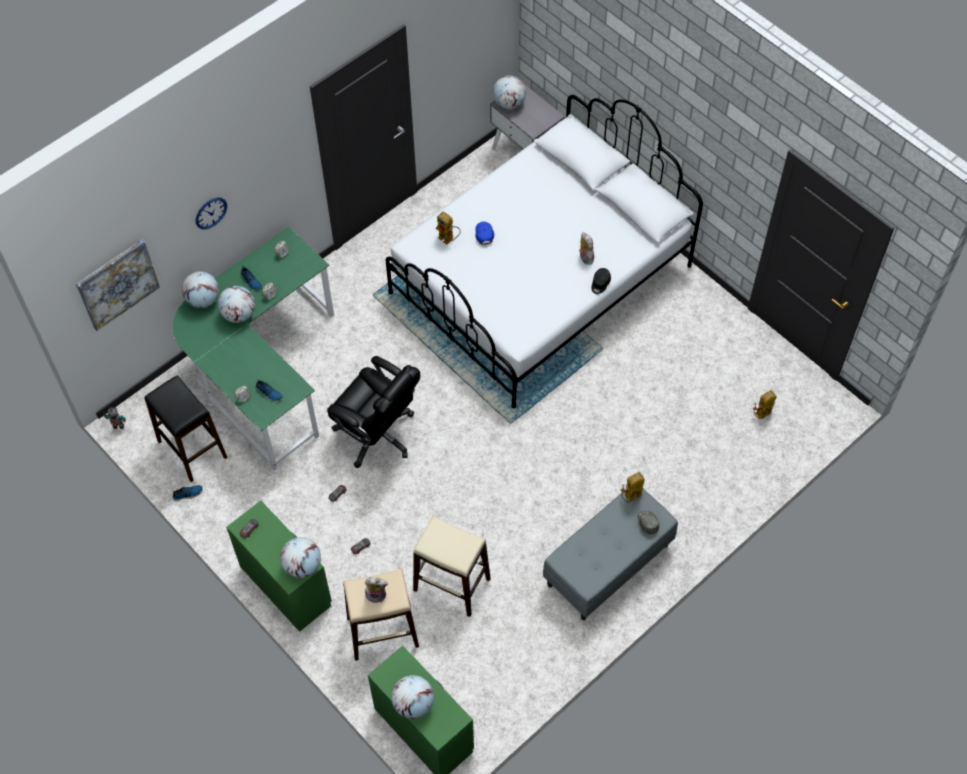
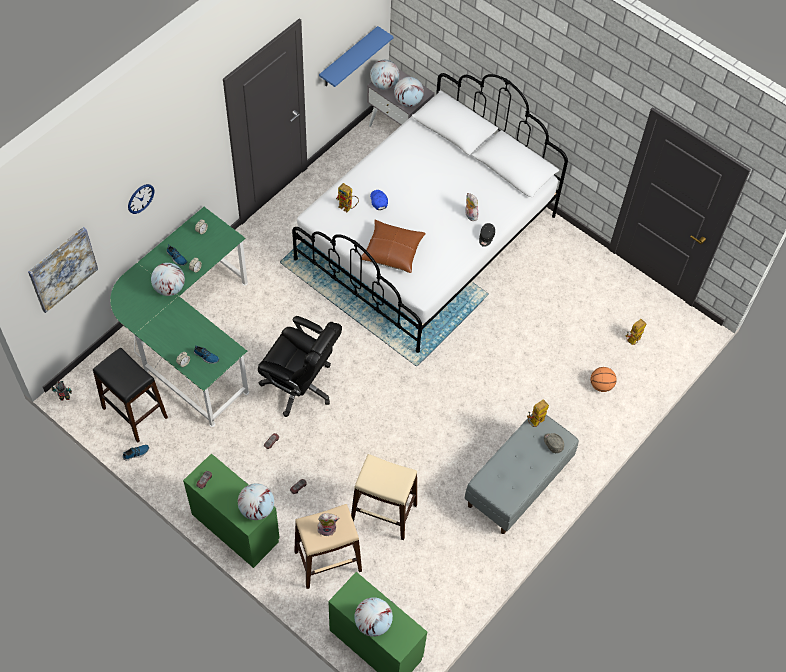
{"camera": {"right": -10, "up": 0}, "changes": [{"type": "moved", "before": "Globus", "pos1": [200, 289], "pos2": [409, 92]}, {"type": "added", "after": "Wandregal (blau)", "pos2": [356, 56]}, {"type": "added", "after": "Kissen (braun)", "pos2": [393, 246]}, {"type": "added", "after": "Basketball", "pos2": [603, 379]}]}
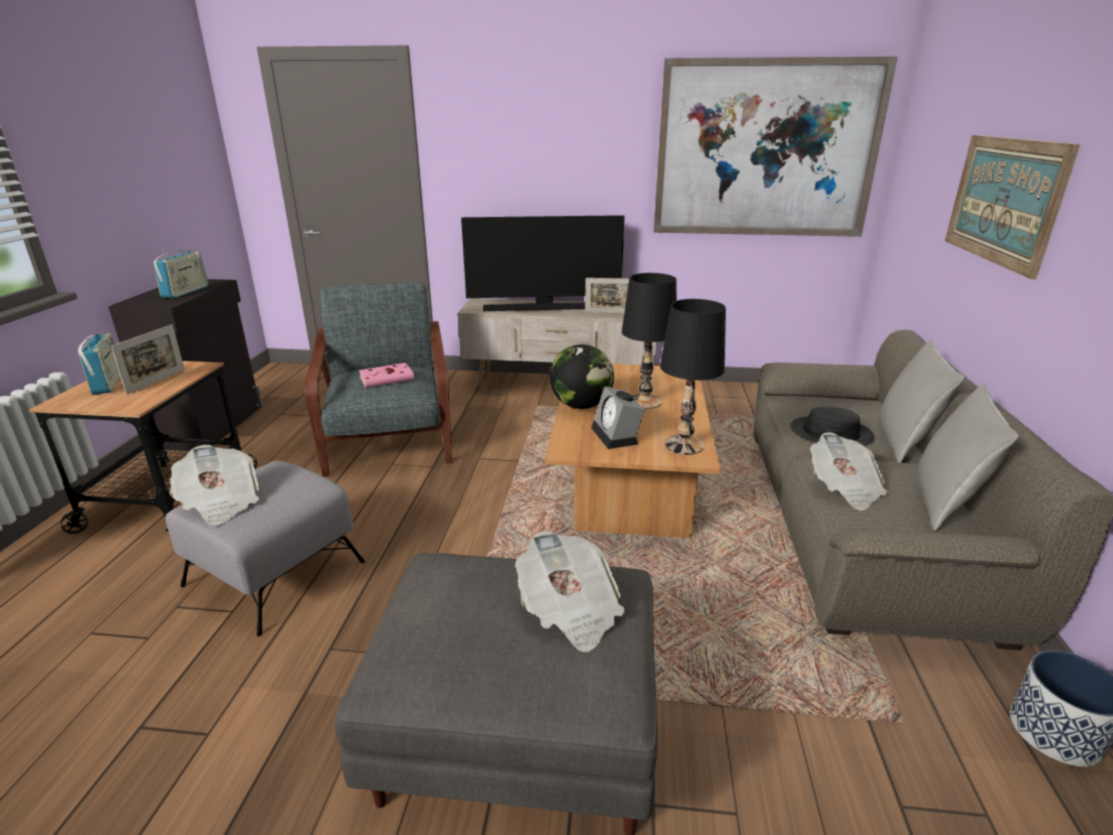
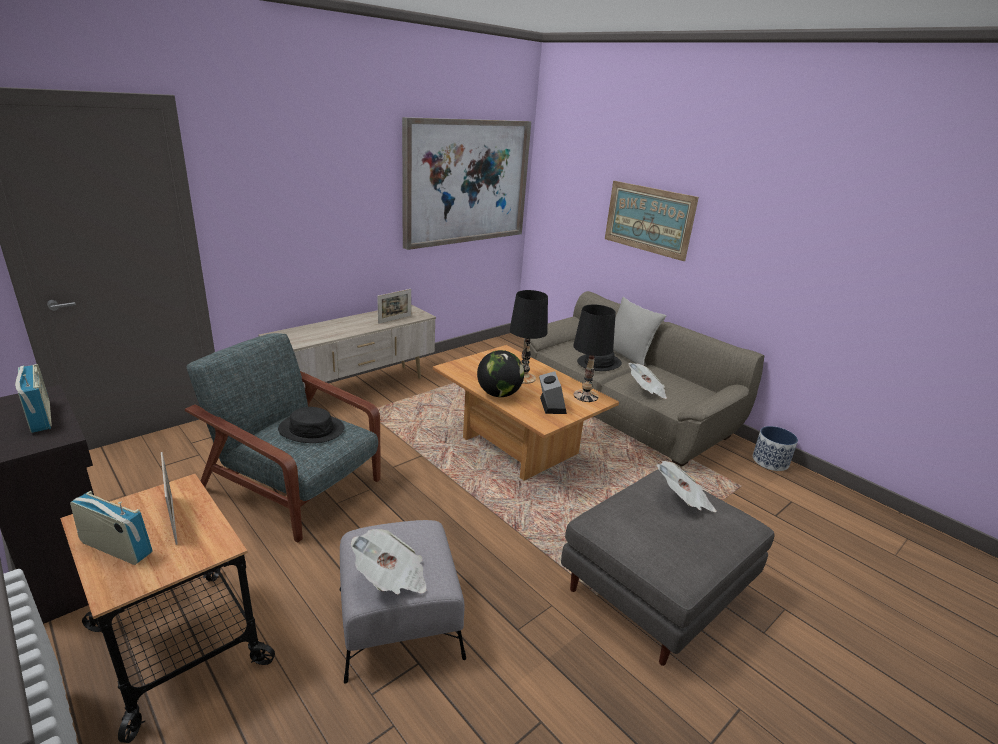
{"camera": {"right": -50, "up": 0}, "changes": [{"type": "replaced", "before": "Buch (rosa)", "after": "Hut (schwarz)", "pos1": [389, 375], "pos2": [311, 425]}, {"type": "removed", "before": "Fernseher", "pos1": [543, 263]}, {"type": "turned", "before": "Wecker", "pos1": [618, 417], "pos2": [553, 392], "turn": -120}, {"type": "removed", "before": "Kissen (grau)", "pos1": [968, 457]}]}
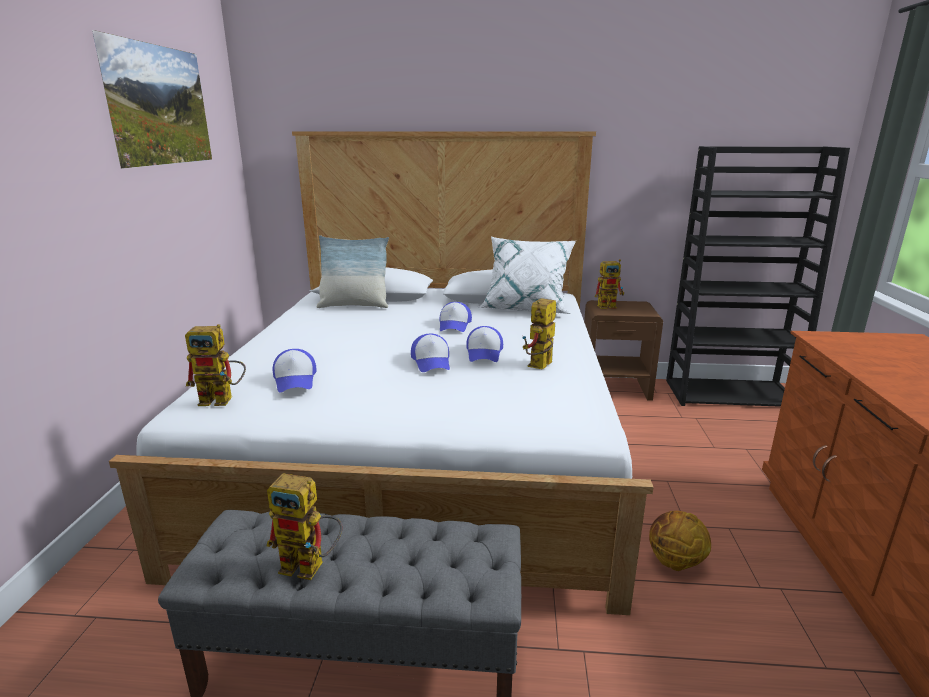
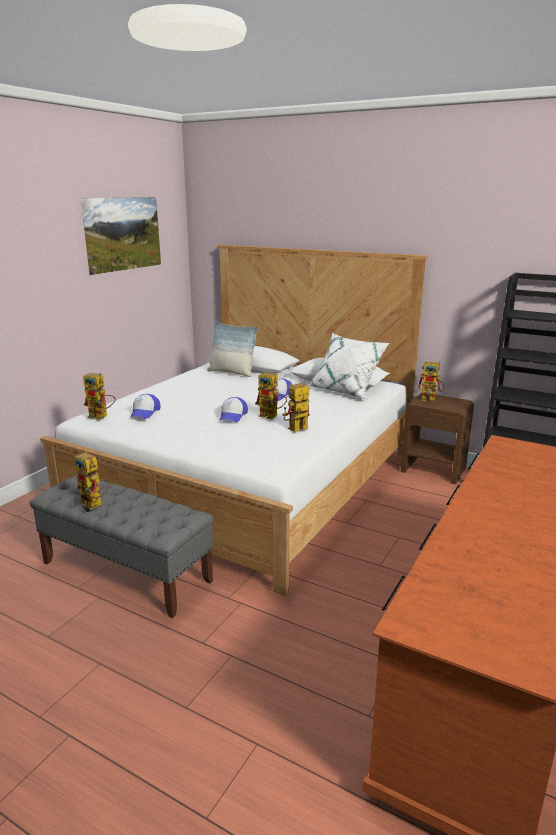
{"camera": {"right": 25, "up": 0}, "changes": [{"type": "replaced", "before": "Kappe", "after": "Spielzeugroboter", "pos1": [484, 344], "pos2": [271, 395]}, {"type": "removed", "before": "Basketball", "pos1": [680, 541]}]}
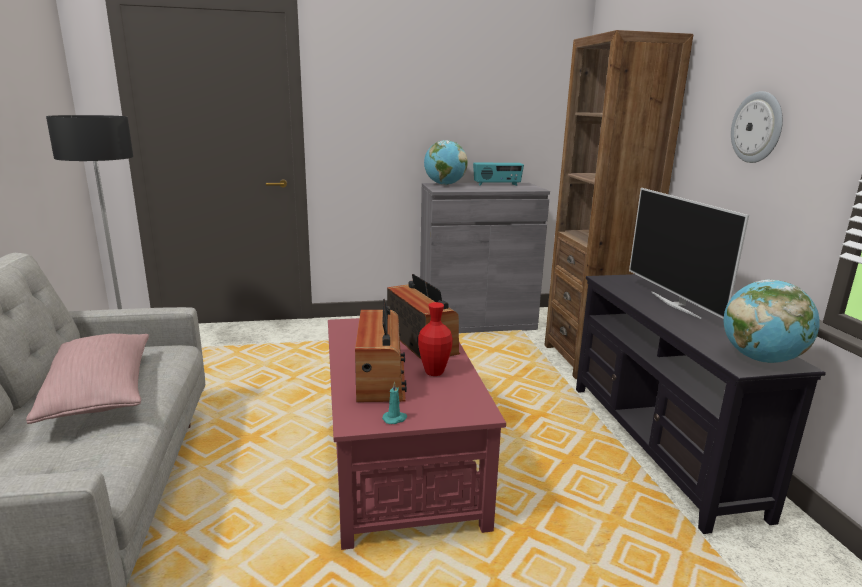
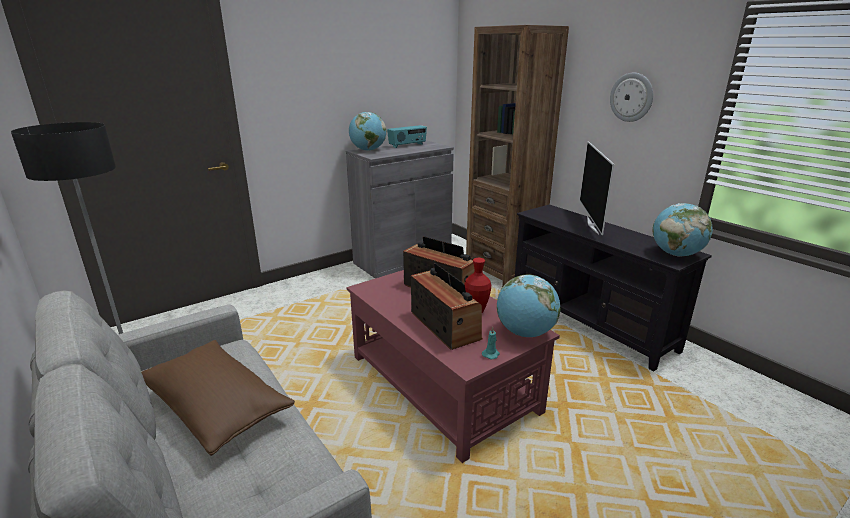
{"camera": {"right": -25, "up": 5}, "changes": [{"type": "recoloured", "before": "Kissen (rosa)", "after": "Kissen (braun)", "pos1": [87, 379], "pos2": [218, 398]}, {"type": "turned", "before": "Fernseher", "pos1": [689, 253], "pos2": [597, 188], "turn": 45}, {"type": "added", "after": "Globus", "pos2": [529, 306]}]}
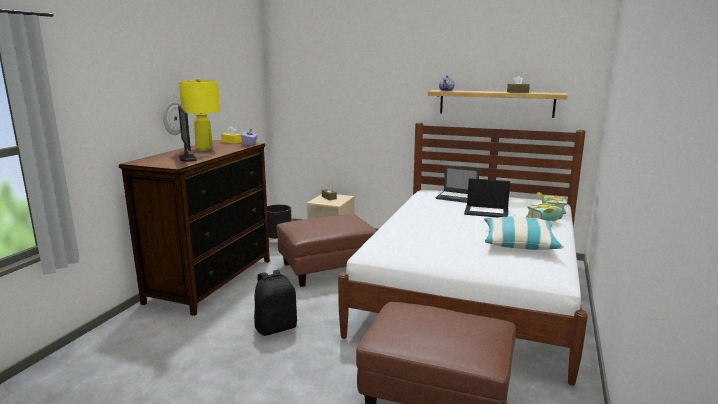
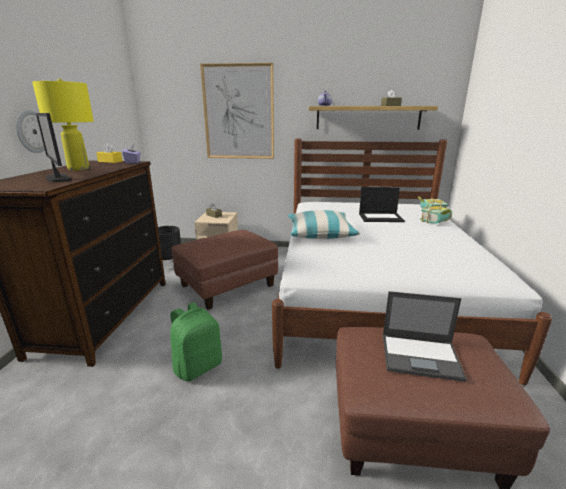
{"camera": {"right": -15, "up": 5}, "changes": [{"type": "recoloured", "before": "Rucksack (schwarz)", "after": "Rucksack (grün)", "pos1": [275, 303], "pos2": [196, 341]}, {"type": "moved", "before": "Laptop", "pos1": [458, 184], "pos2": [425, 336]}, {"type": "moved", "before": "Kissen", "pos1": [524, 233], "pos2": [324, 224]}, {"type": "added", "after": "Bild", "pos2": [237, 111]}]}
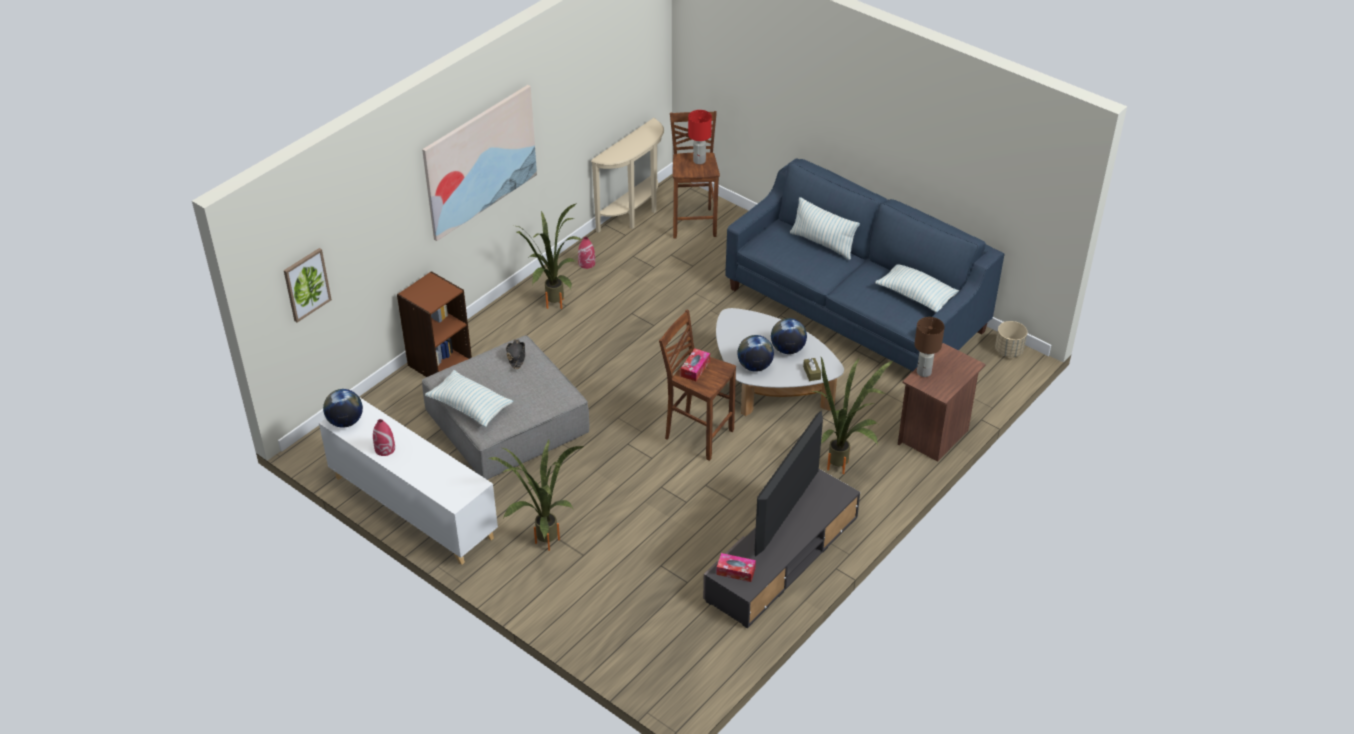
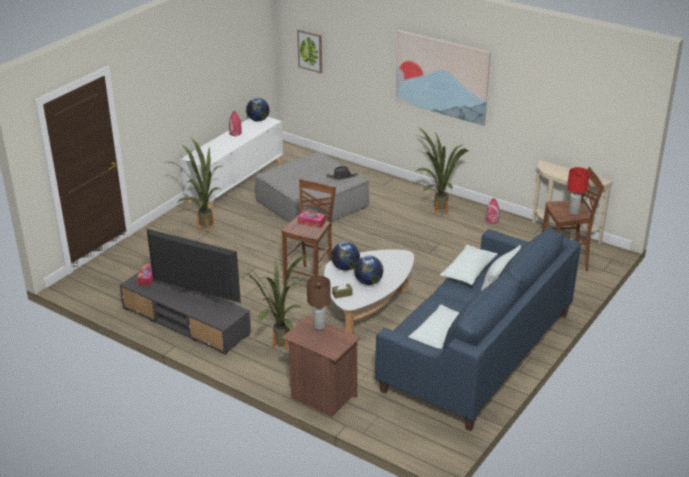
{"camera": {"right": 85, "up": -10}, "changes": [{"type": "removed", "before": "Bücherregal (braun)", "pos1": [434, 324]}, {"type": "moved", "before": "Kissen", "pos1": [469, 399], "pos2": [468, 265]}, {"type": "removed", "before": "Pflanzkübel (beige)", "pos1": [1011, 339]}]}
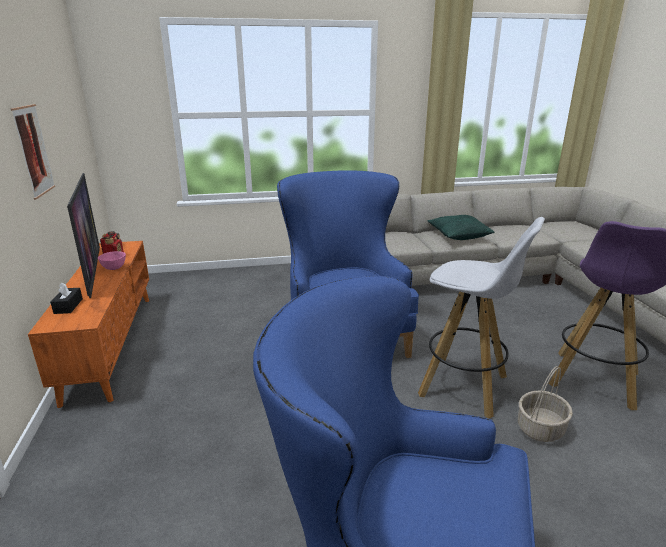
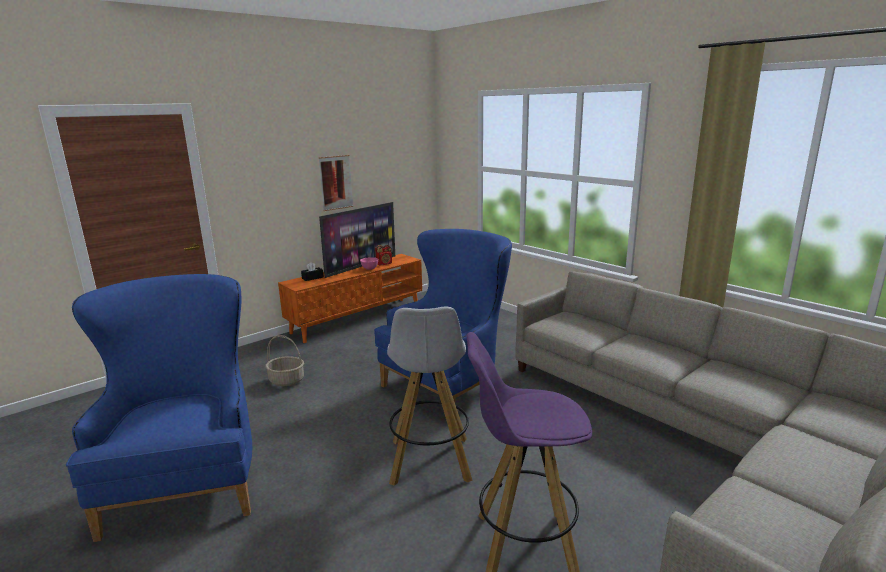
{"camera": {"right": 60, "up": -5}, "changes": [{"type": "removed", "before": "Kissen (grün)", "pos1": [460, 227]}, {"type": "moved", "before": "Korb", "pos1": [545, 404], "pos2": [284, 360]}]}
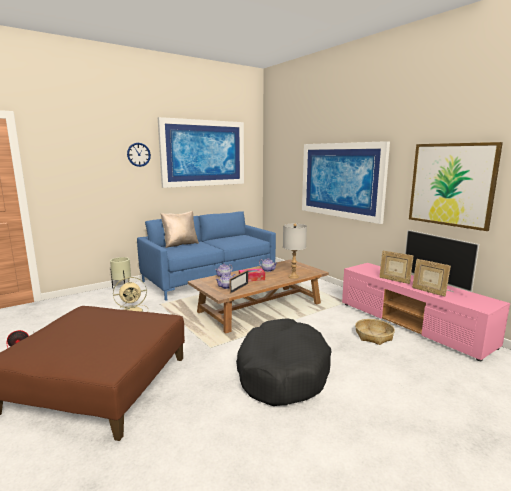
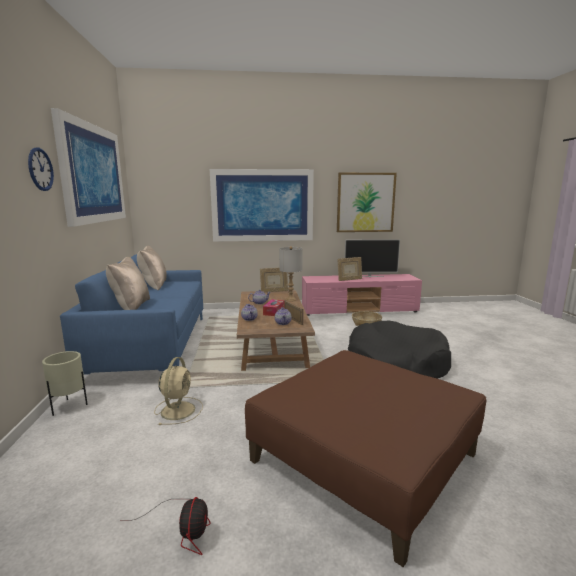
{"camera": {"right": -60, "up": 0}, "changes": [{"type": "moved", "before": "Bilderrahmen", "pos1": [431, 278], "pos2": [274, 280]}, {"type": "added", "after": "Kissen (beige)", "pos2": [152, 268]}]}
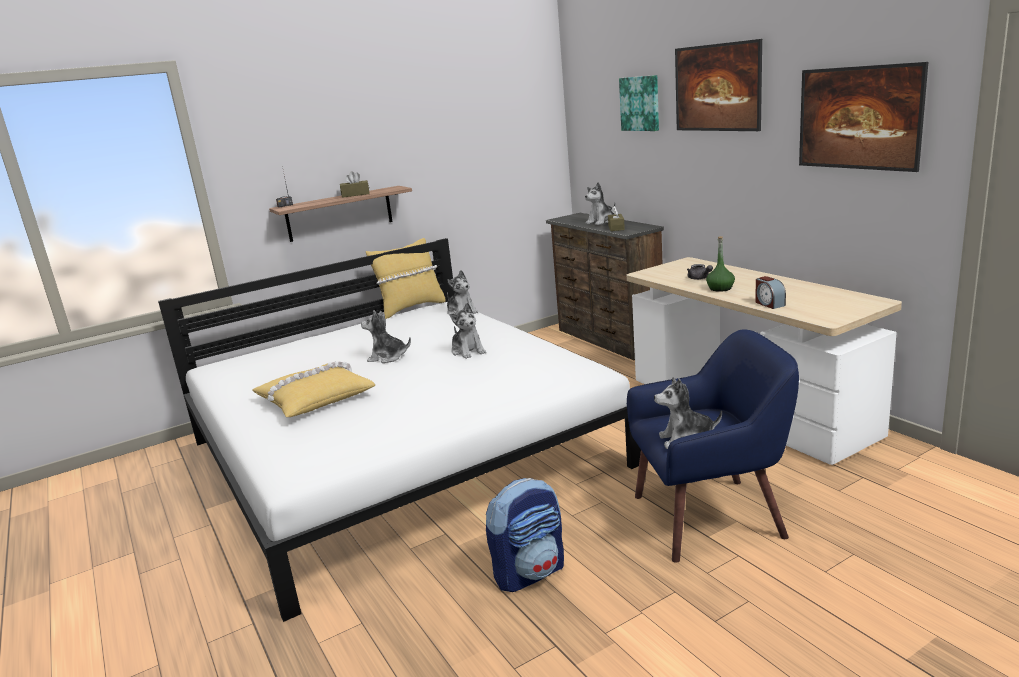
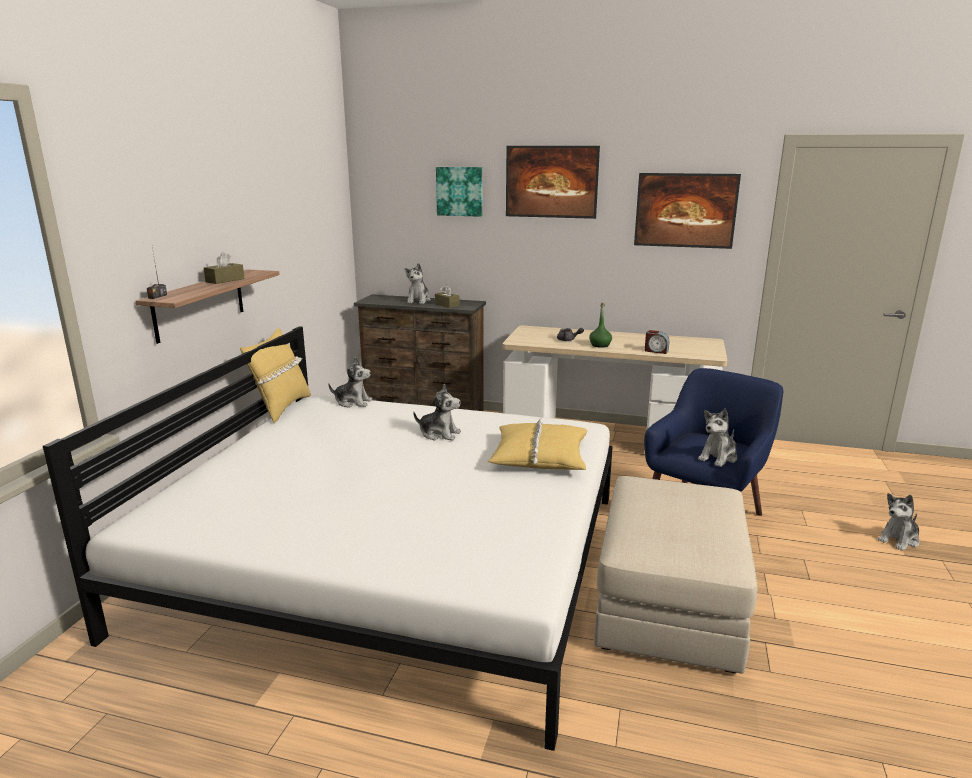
{"camera": {"right": -45, "up": 0}, "changes": [{"type": "moved", "before": "Kissen (gelb)", "pos1": [313, 389], "pos2": [537, 443]}, {"type": "moved", "before": "Plüschtier", "pos1": [386, 336], "pos2": [899, 522]}, {"type": "replaced", "before": "Rucksack", "after": "Polsterhocker (beige)", "pos1": [525, 535], "pos2": [675, 575]}]}
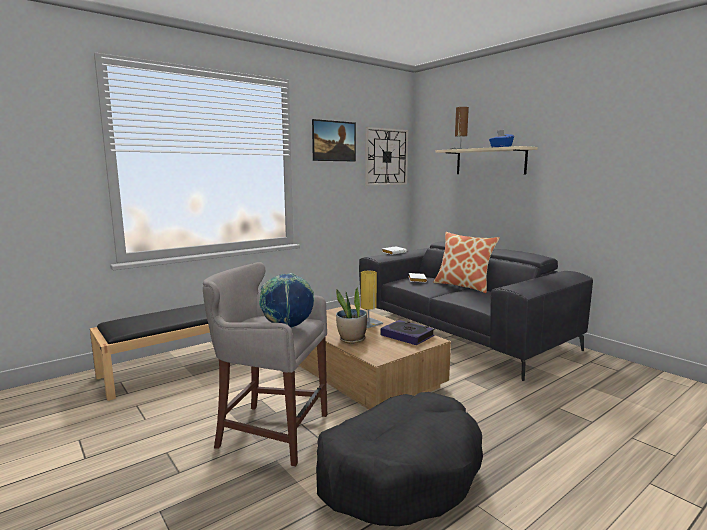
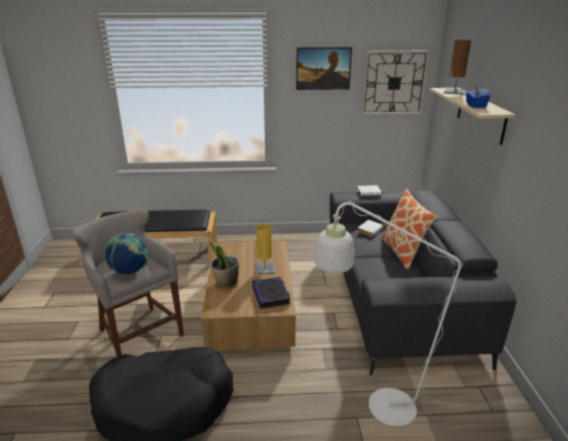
{"camera": {"right": 35, "up": 15}, "changes": [{"type": "added", "after": "Stehlampe (weiß)", "pos2": [416, 314]}]}
